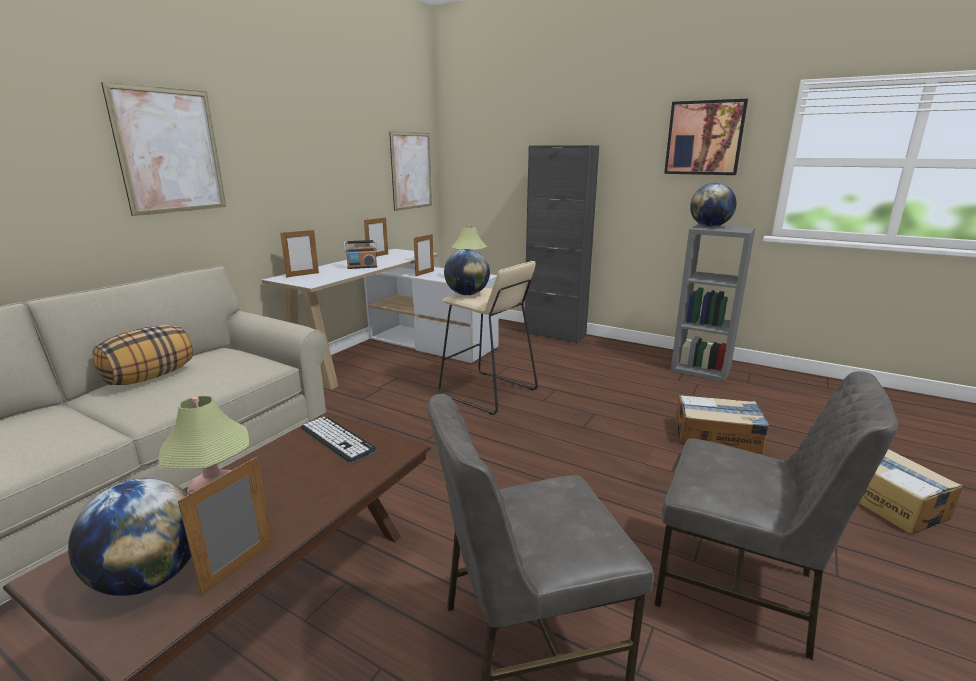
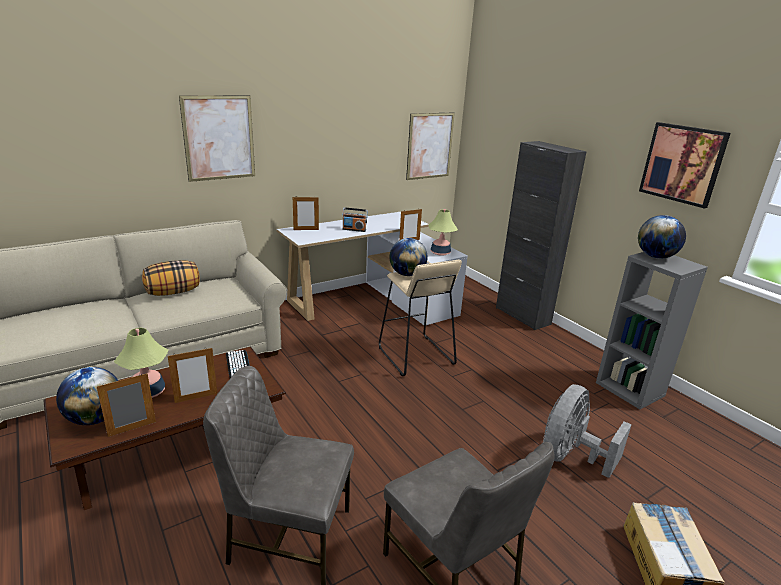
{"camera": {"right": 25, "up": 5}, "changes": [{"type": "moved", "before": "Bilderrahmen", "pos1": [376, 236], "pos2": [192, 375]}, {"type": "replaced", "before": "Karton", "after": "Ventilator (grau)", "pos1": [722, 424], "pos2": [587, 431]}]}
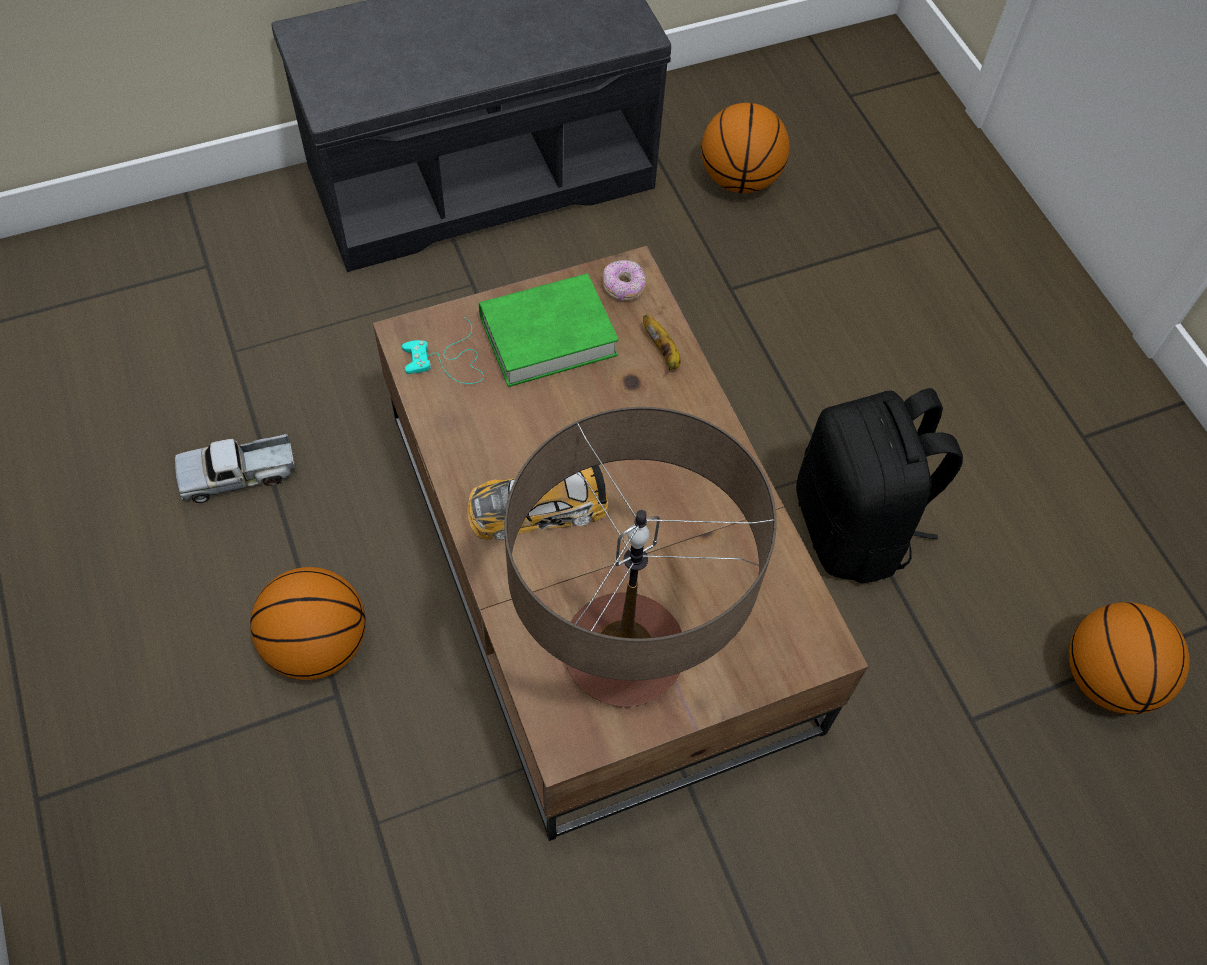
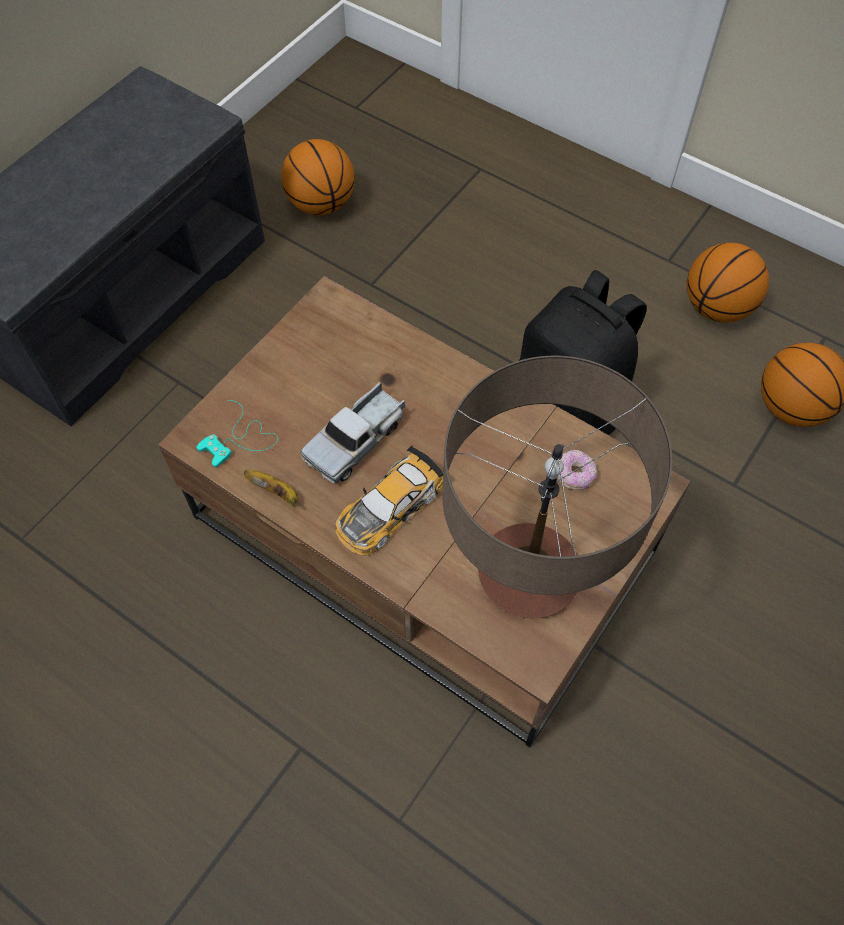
{"camera": {"right": -30, "up": 0}, "changes": [{"type": "moved", "before": "Spielzeuglaster", "pos1": [235, 468], "pos2": [352, 432]}, {"type": "moved", "before": "Basketball", "pos1": [308, 623], "pos2": [728, 283]}, {"type": "removed", "before": "Buch (grün)", "pos1": [549, 330]}, {"type": "moved", "before": "Donut", "pos1": [624, 280], "pos2": [577, 469]}, {"type": "moved", "before": "Banane", "pos1": [662, 342], "pos2": [271, 488]}]}
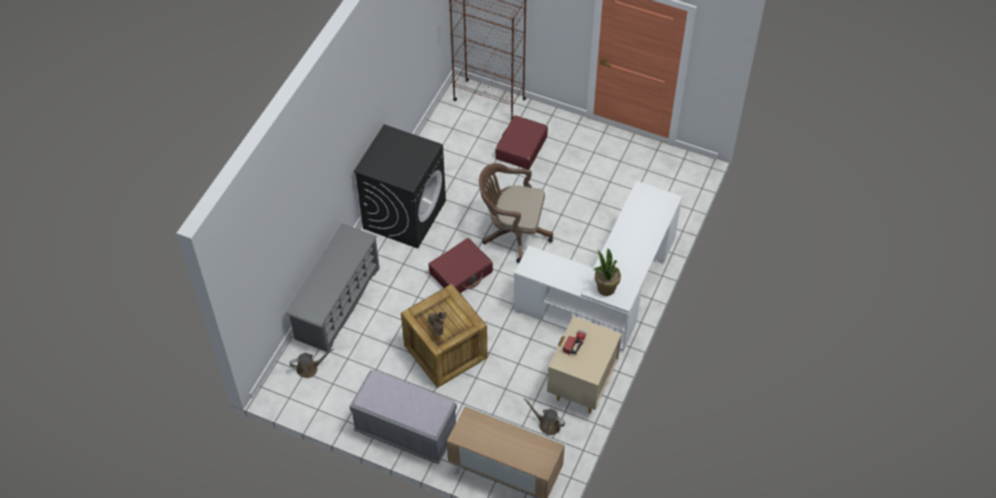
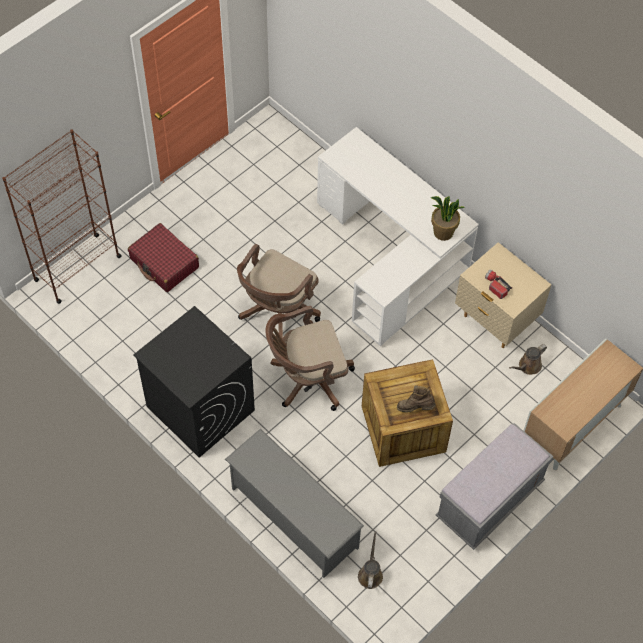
{"camera": {"right": -70, "up": 5}, "changes": [{"type": "replaced", "before": "Koffer (rot)", "after": "Bürostuhl (braun)", "pos1": [461, 265], "pos2": [310, 358]}]}
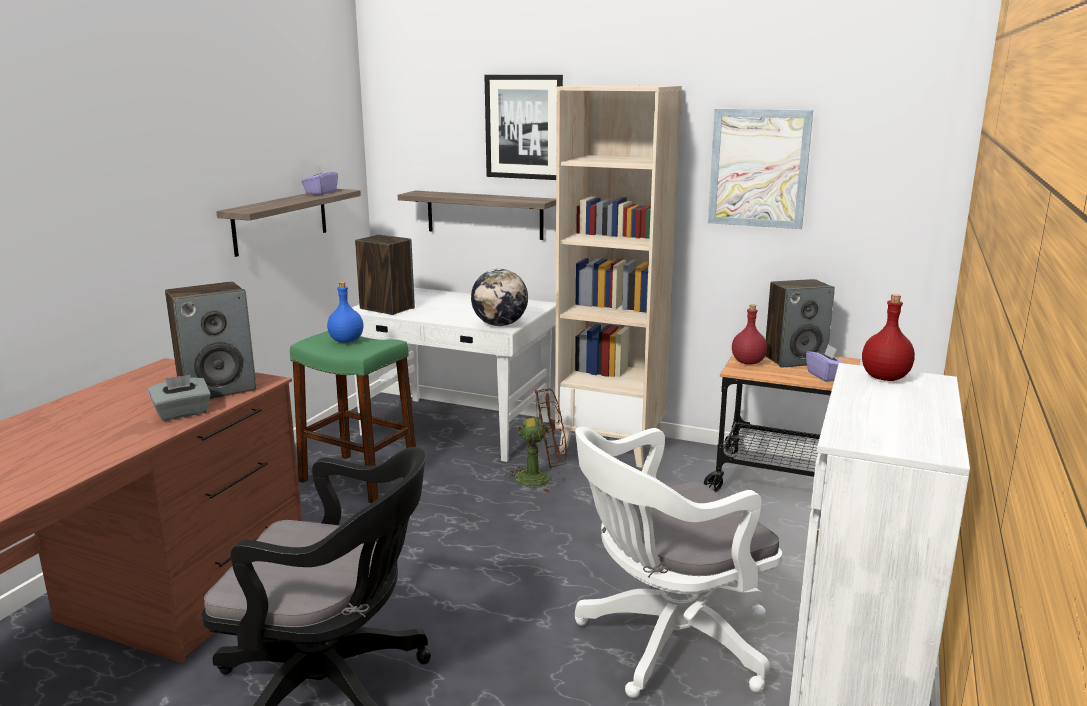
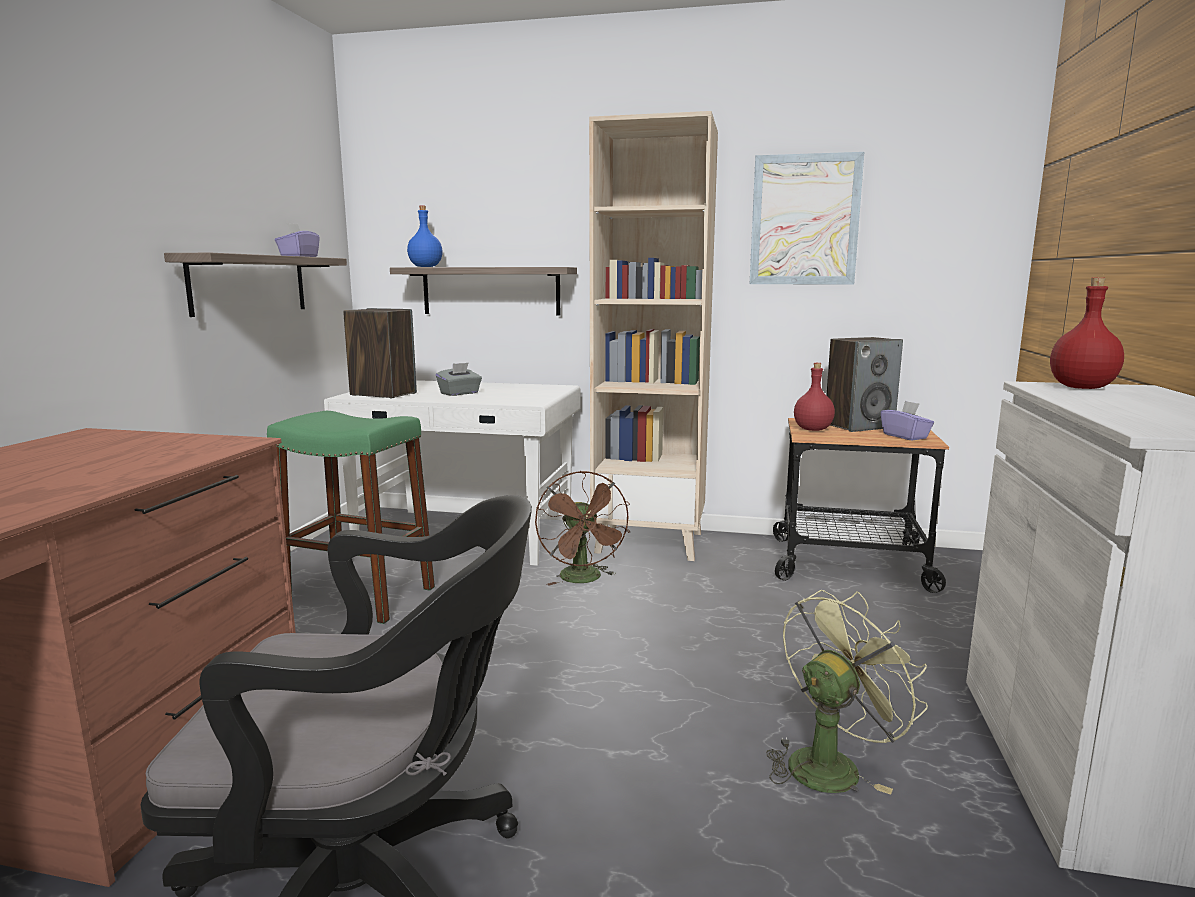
{"camera": {"right": -10, "up": -5}, "changes": [{"type": "moved", "before": "Taschentuchbox (grau)", "pos1": [179, 398], "pos2": [459, 379]}, {"type": "removed", "before": "Lautsprecher", "pos1": [210, 340]}, {"type": "moved", "before": "Flasche (blau)", "pos1": [345, 312], "pos2": [425, 236]}, {"type": "removed", "before": "Globus", "pos1": [499, 297]}, {"type": "removed", "before": "Bild", "pos1": [523, 127]}, {"type": "turned", "before": "Ventilator (braun)", "pos1": [535, 441], "pos2": [582, 528], "turn": 90}, {"type": "replaced", "before": "Bürostuhl (weiß)", "after": "Ventilator (grün)", "pos1": [678, 562], "pos2": [847, 692]}]}
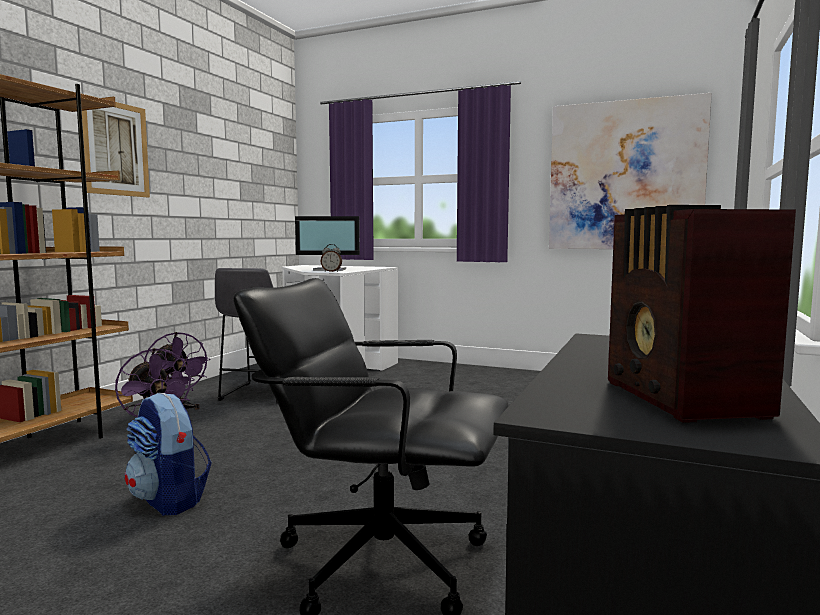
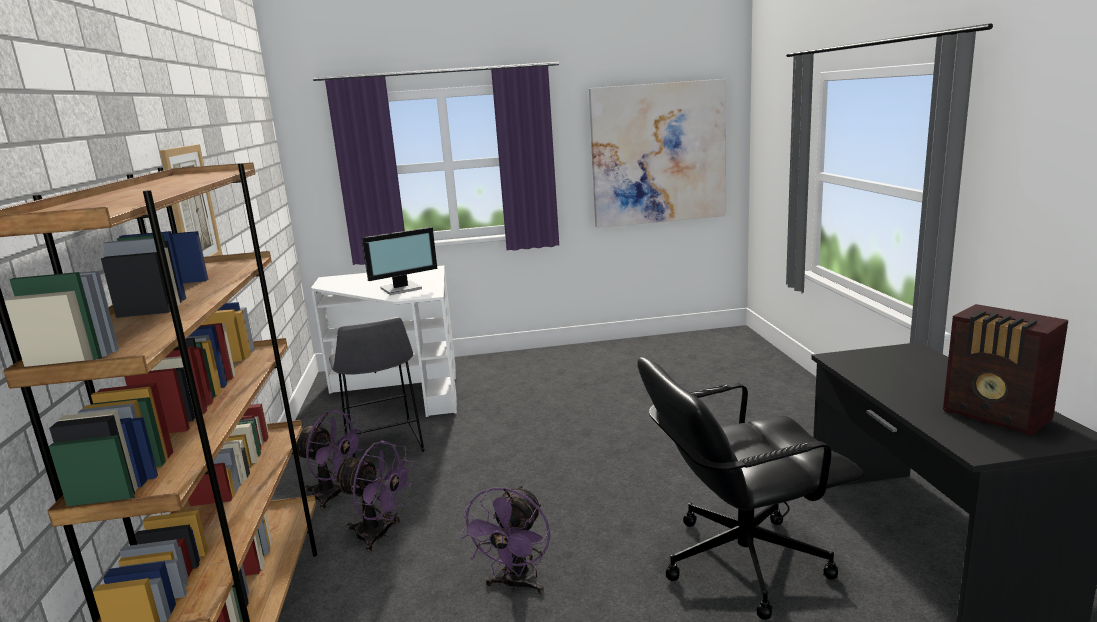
{"camera": {"right": -30, "up": 10}, "changes": [{"type": "replaced", "before": "Rucksack", "after": "Ventilator (lila)", "pos1": [168, 454], "pos2": [504, 539]}, {"type": "removed", "before": "Wecker", "pos1": [331, 258]}]}
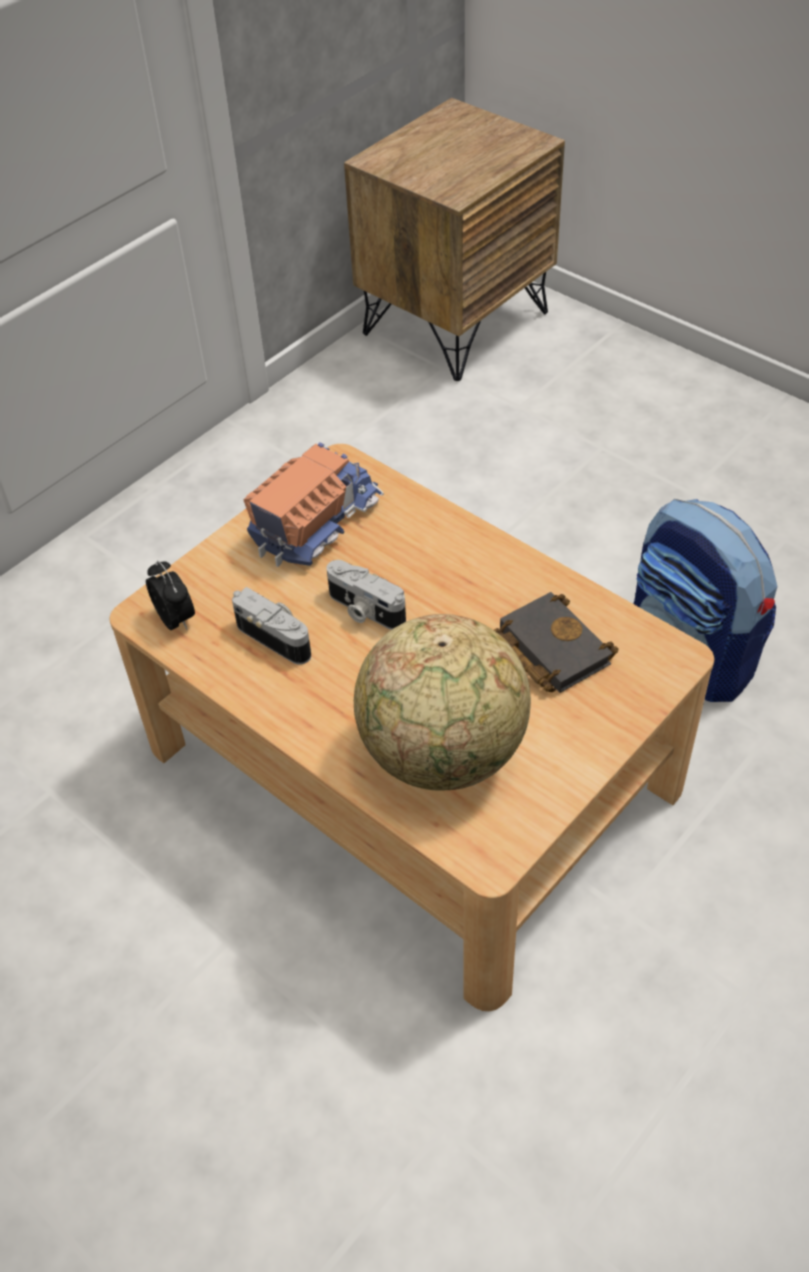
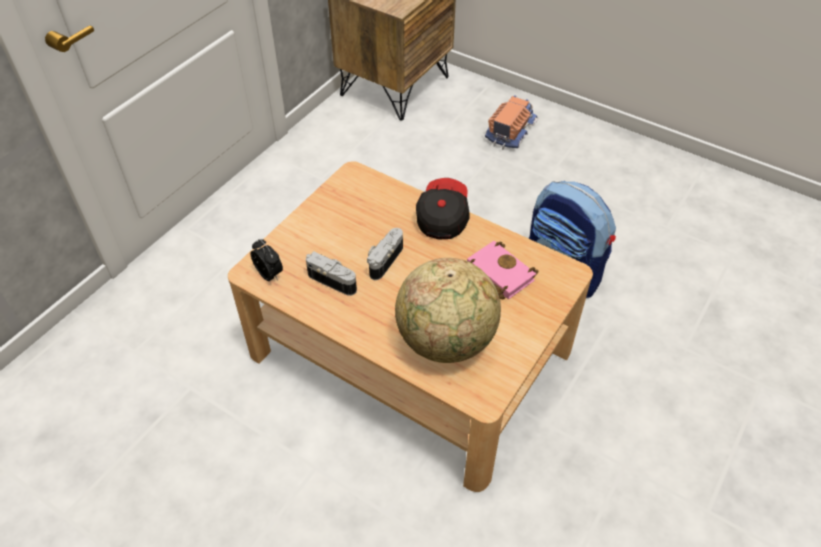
{"camera": {"right": -10, "up": 0}, "changes": [{"type": "moved", "before": "Spielzeuglaster", "pos1": [313, 504], "pos2": [511, 122]}, {"type": "turned", "before": "Kamera", "pos1": [366, 595], "pos2": [385, 254], "turn": 90}, {"type": "recoloured", "before": "Buch (schwarz)", "after": "Buch (rosa)", "pos1": [556, 642], "pos2": [502, 270]}, {"type": "added", "after": "Kappe", "pos2": [443, 209]}]}
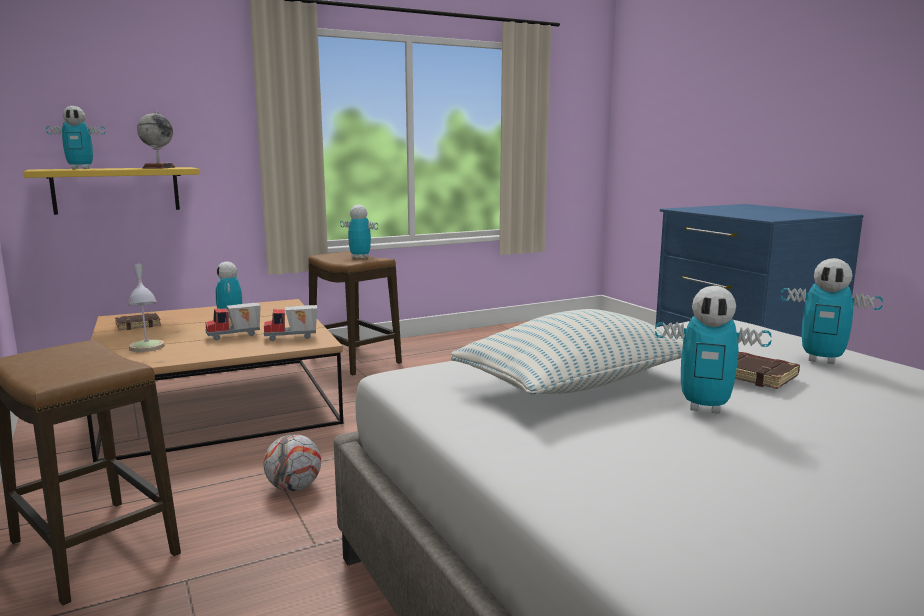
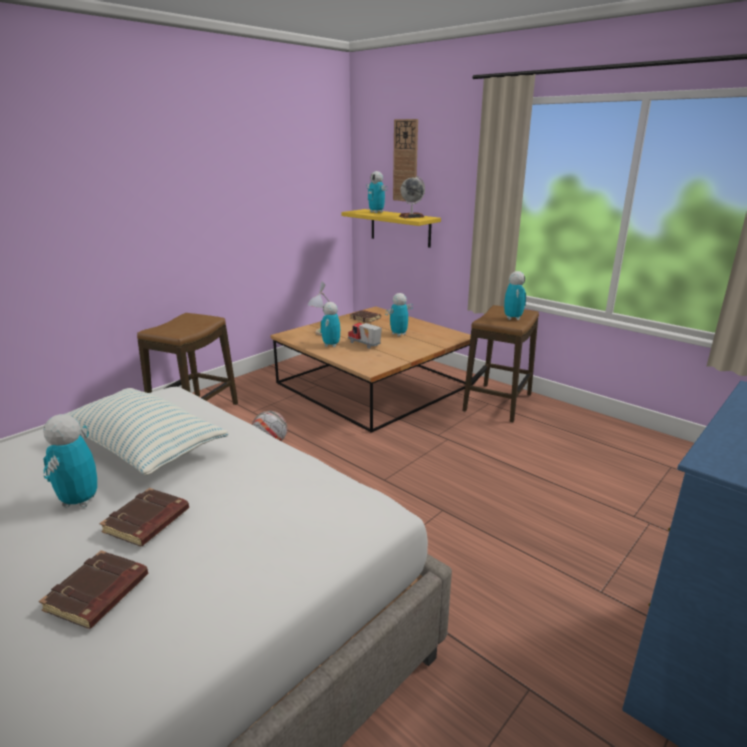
{"camera": {"right": 70, "up": 10}, "changes": [{"type": "removed", "before": "Spielzeuglaster", "pos1": [290, 323]}, {"type": "moved", "before": "Spielzeugroboter", "pos1": [832, 311], "pos2": [330, 324]}, {"type": "added", "after": "Buch (braun)", "pos2": [93, 589]}, {"type": "added", "after": "Wanduhr", "pos2": [405, 160]}]}
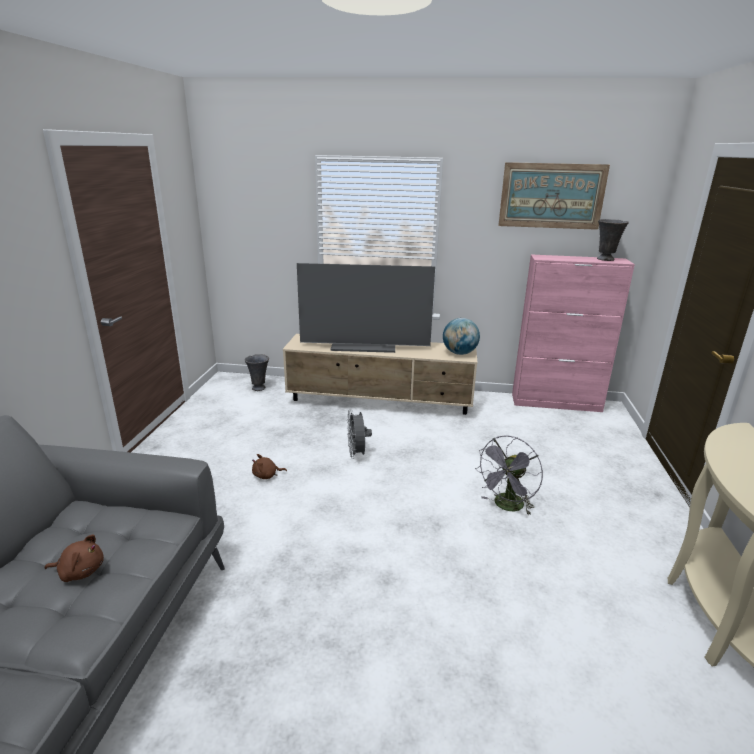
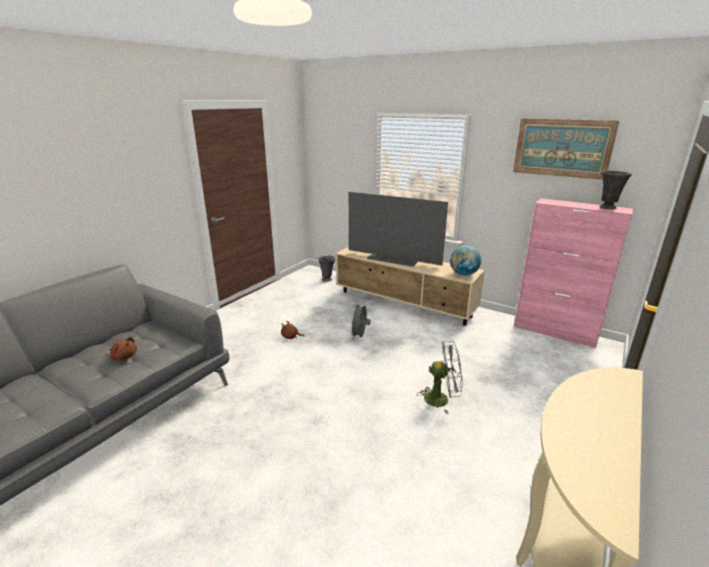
{"camera": {"right": 25, "up": 0}, "changes": [{"type": "turned", "before": "Ventilator (grau)", "pos1": [509, 475], "pos2": [440, 377], "turn": -150}]}
